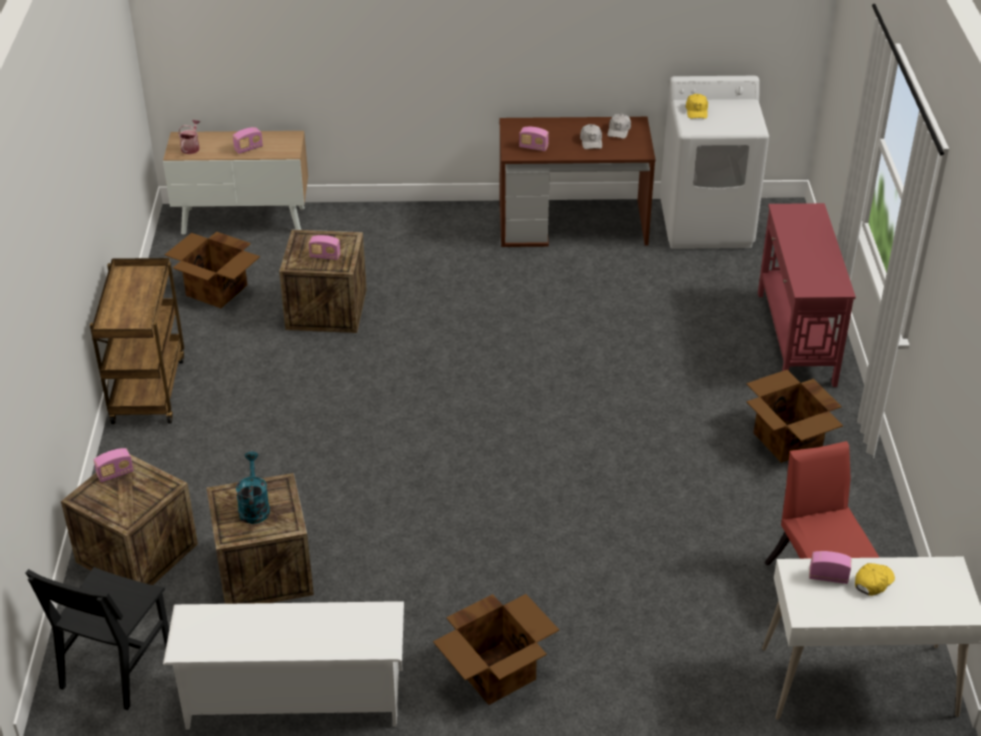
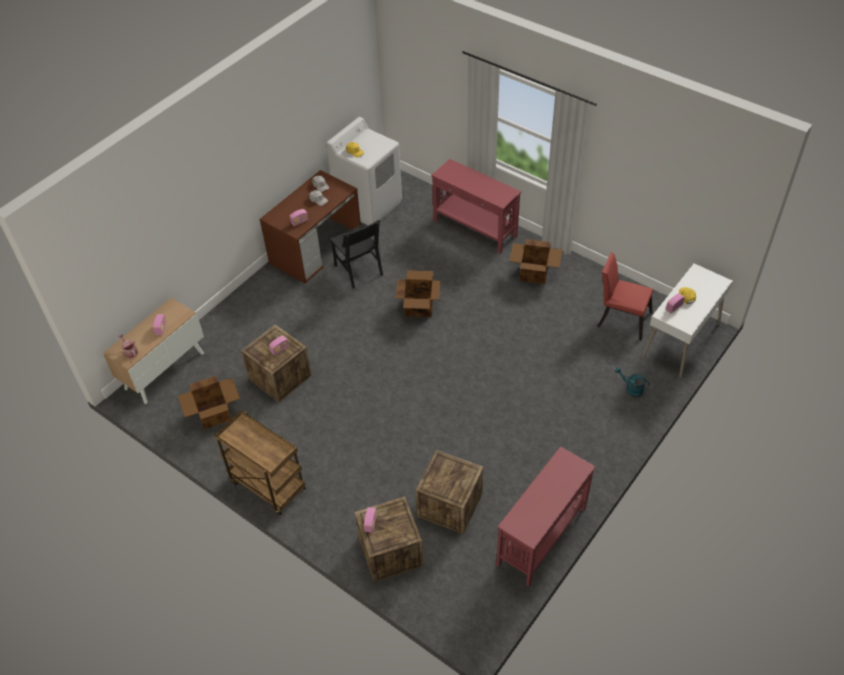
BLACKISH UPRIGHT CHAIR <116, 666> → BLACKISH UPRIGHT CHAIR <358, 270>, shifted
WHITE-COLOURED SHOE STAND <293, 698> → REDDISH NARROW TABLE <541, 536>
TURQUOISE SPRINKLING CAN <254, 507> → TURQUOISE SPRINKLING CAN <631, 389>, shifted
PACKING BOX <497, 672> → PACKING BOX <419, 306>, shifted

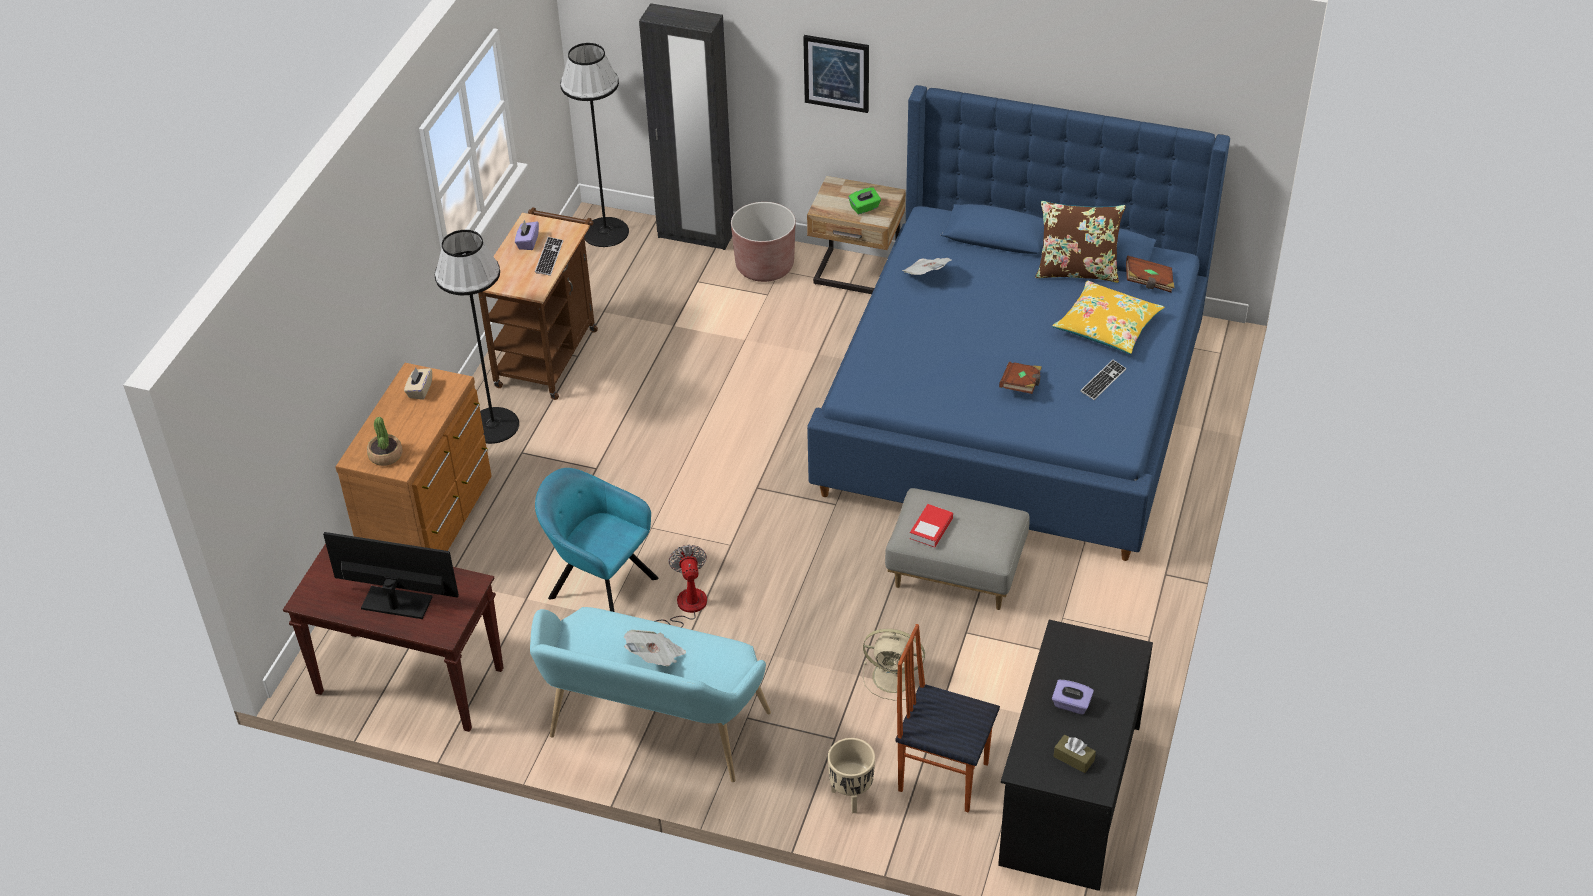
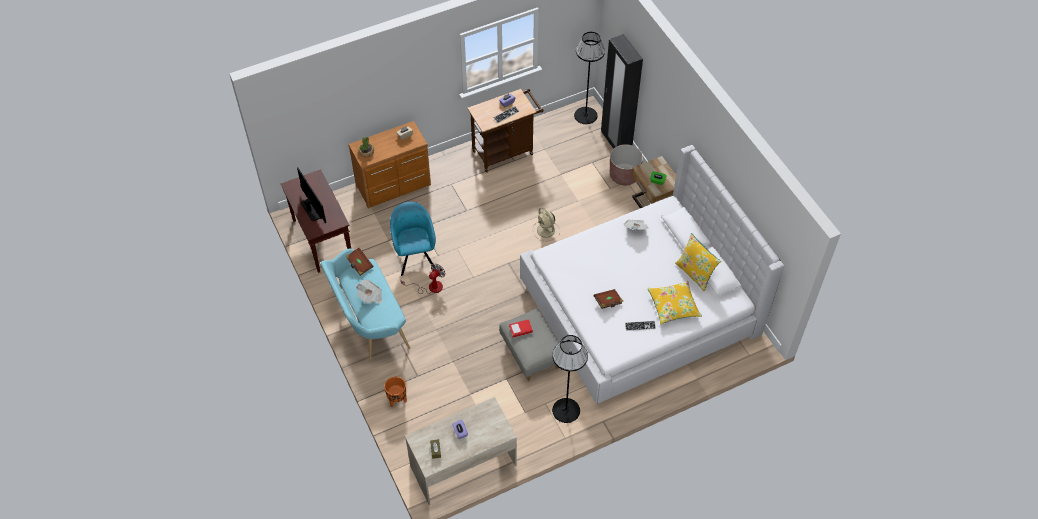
BLACKISH STANDARD LAMP <493, 425> → BLACKISH STANDARD LAMP <566, 410>, shifted
PICTURE <836, 73> → -
BLUISH BED <1015, 404> → WHITE-COLOURED BED <640, 309>
SAND-COLOURED PLANTER <851, 796> → ORANGEY PLANTER <397, 400>
SAND-COLOURED COOLING FAN <895, 677> → SAND-COLOURED COOLING FAN <546, 231>, shifted
UPRIGHT CHAIR <943, 775> → -
BLACKISH DESK UNIT <1068, 794> → SAND-COLOURED DESK UNIT <463, 465>
BROWN-COLOURED THROW PILLOW <1077, 271> → YELLOW-COLOURED THROW PILLOW <695, 273>
BROWN-COLOURED BOOK <1148, 282> → BROWN-COLOURED BOOK <359, 265>, shifted

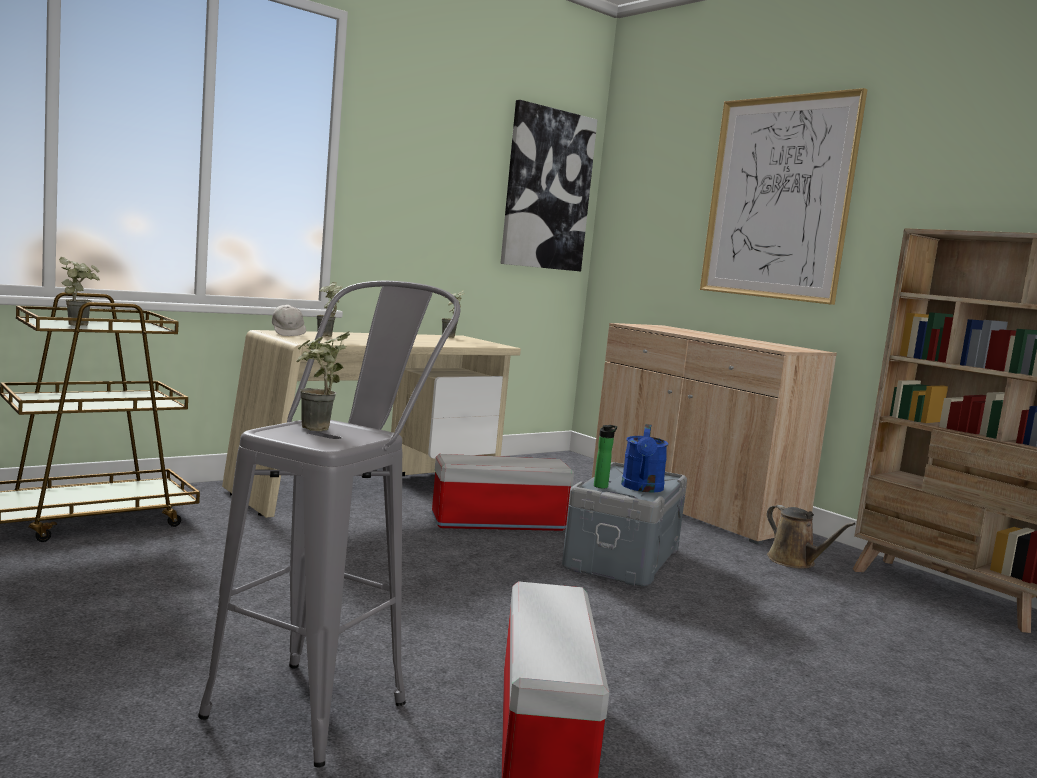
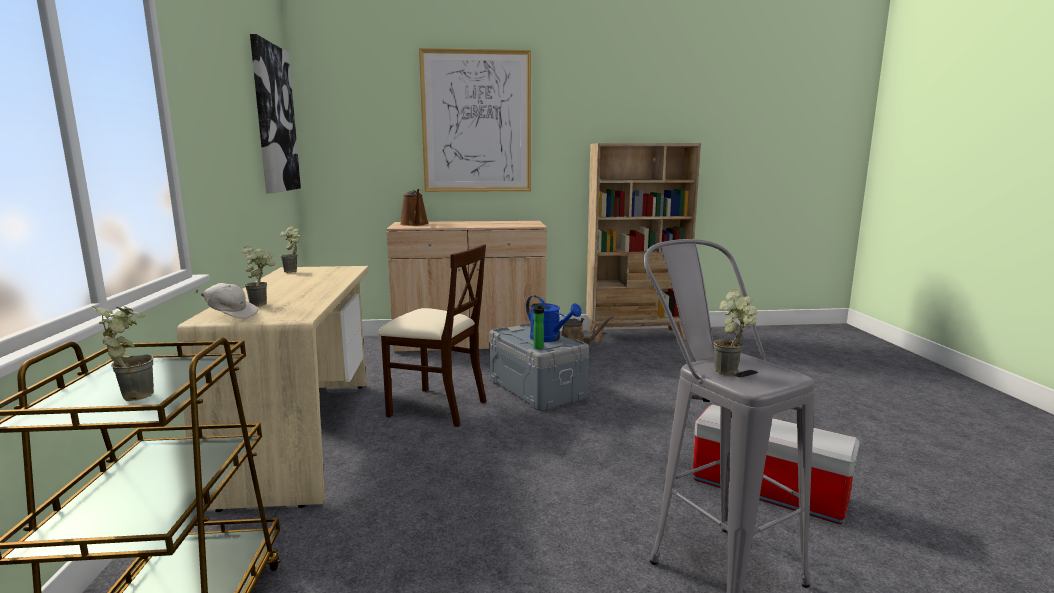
STORAGE BOX <497, 523> → SAND-COLOURED UPRIGHT CHAIR <437, 407>
- → BROWN-COLOURED SPRINKLING CAN <415, 224>

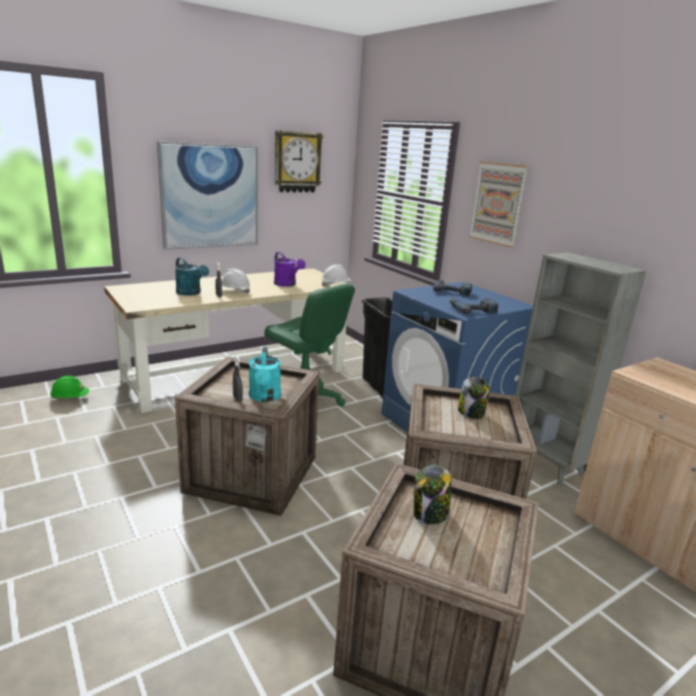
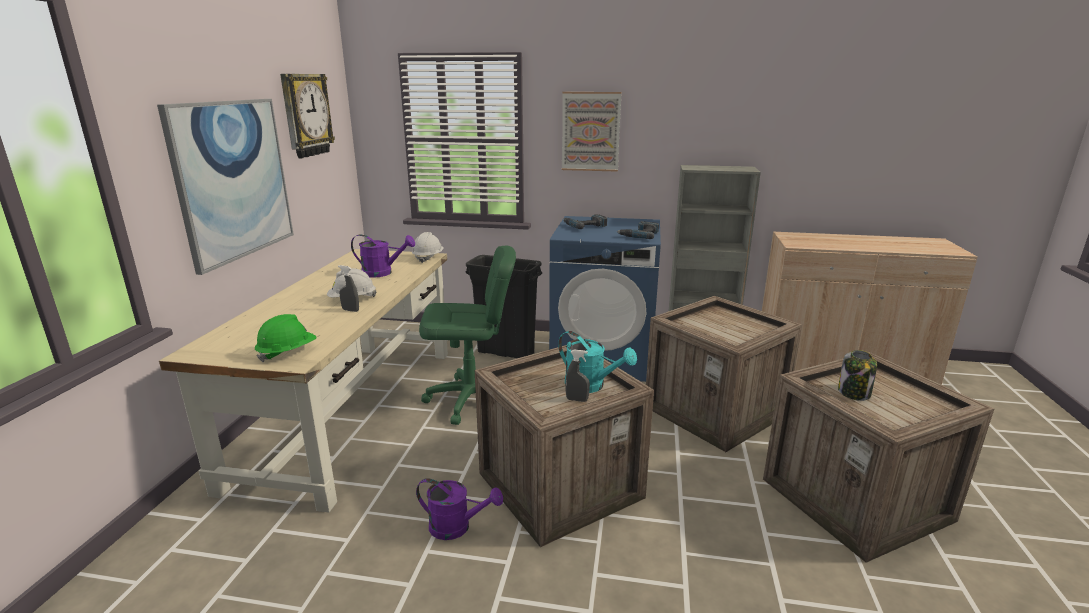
GREENISH WORK HELMET <70, 398> → GREENISH WORK HELMET <287, 352>, shifted
TURQUOISE SPRINKLING CAN <191, 293> → -
STORAGE JAR <471, 413> → -
- → PURPLE SPRINKLING CAN <457, 527>

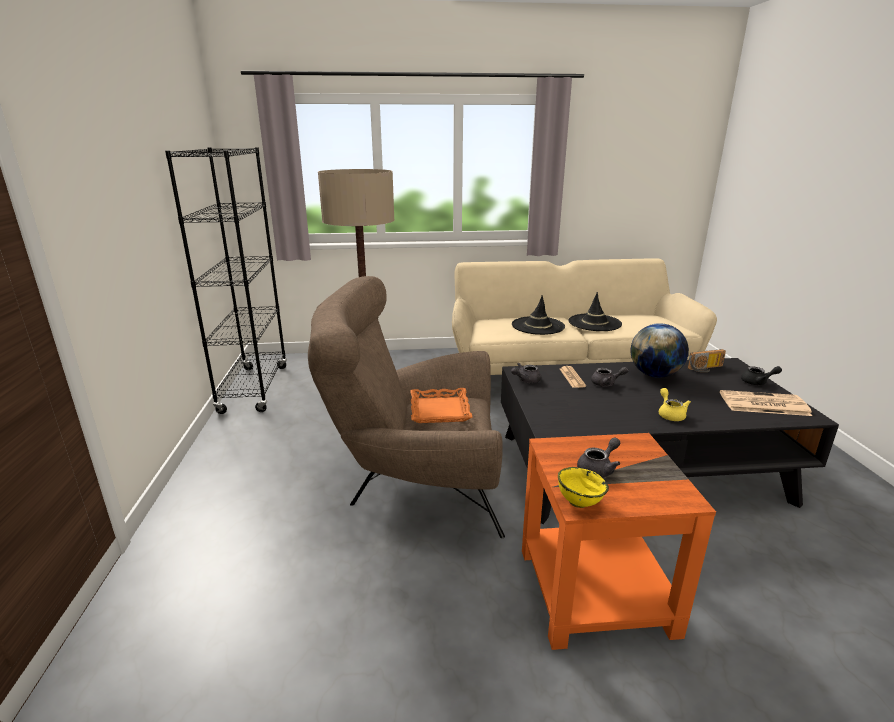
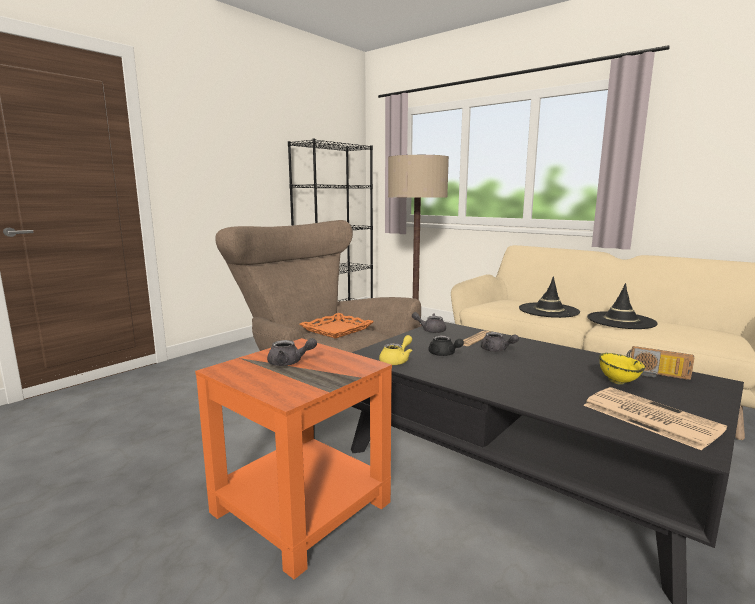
YELLOW-COLOURED SERVING BOWL <578, 502> → YELLOW-COLOURED SERVING BOWL <618, 382>, shifted
GLOBE <655, 375> → -
YELLOW-COLOURED POT FOR TEA <670, 414> → YELLOW-COLOURED POT FOR TEA <396, 361>, shifted
BLACKISH POT FOR TEA <757, 382> → BLACKISH POT FOR TEA <444, 354>, shifted

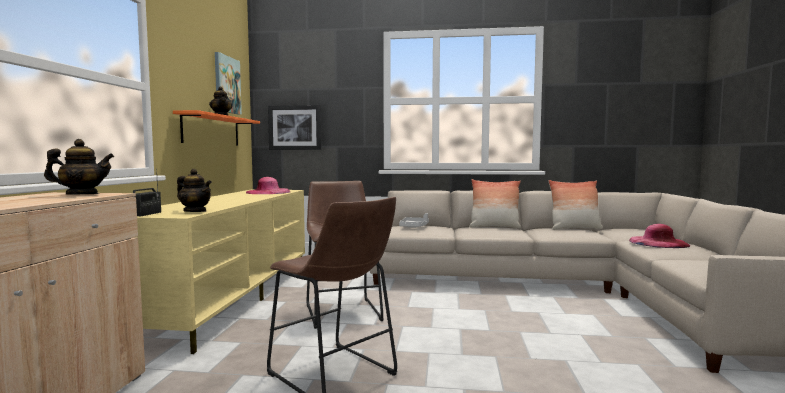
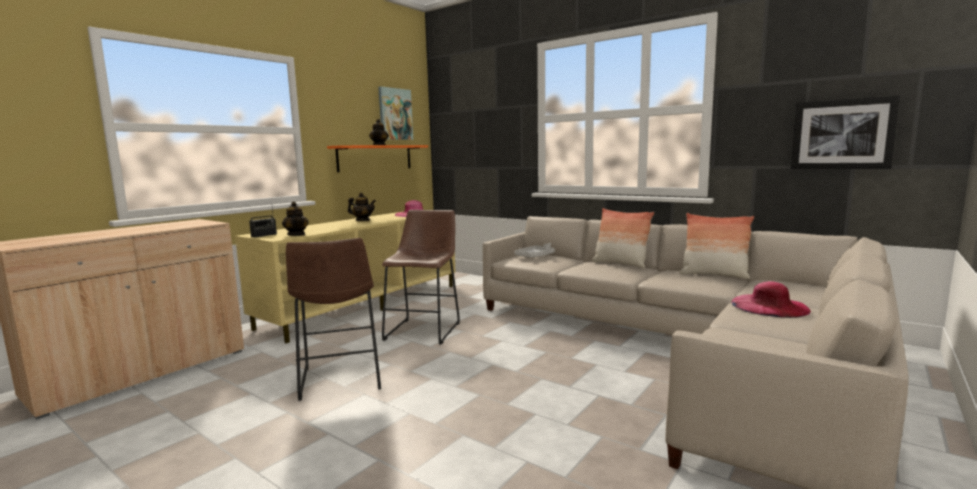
POT FOR TEA <82, 195> → POT FOR TEA <362, 220>, shifted
PICTURE <295, 127> → PICTURE <842, 134>, shifted

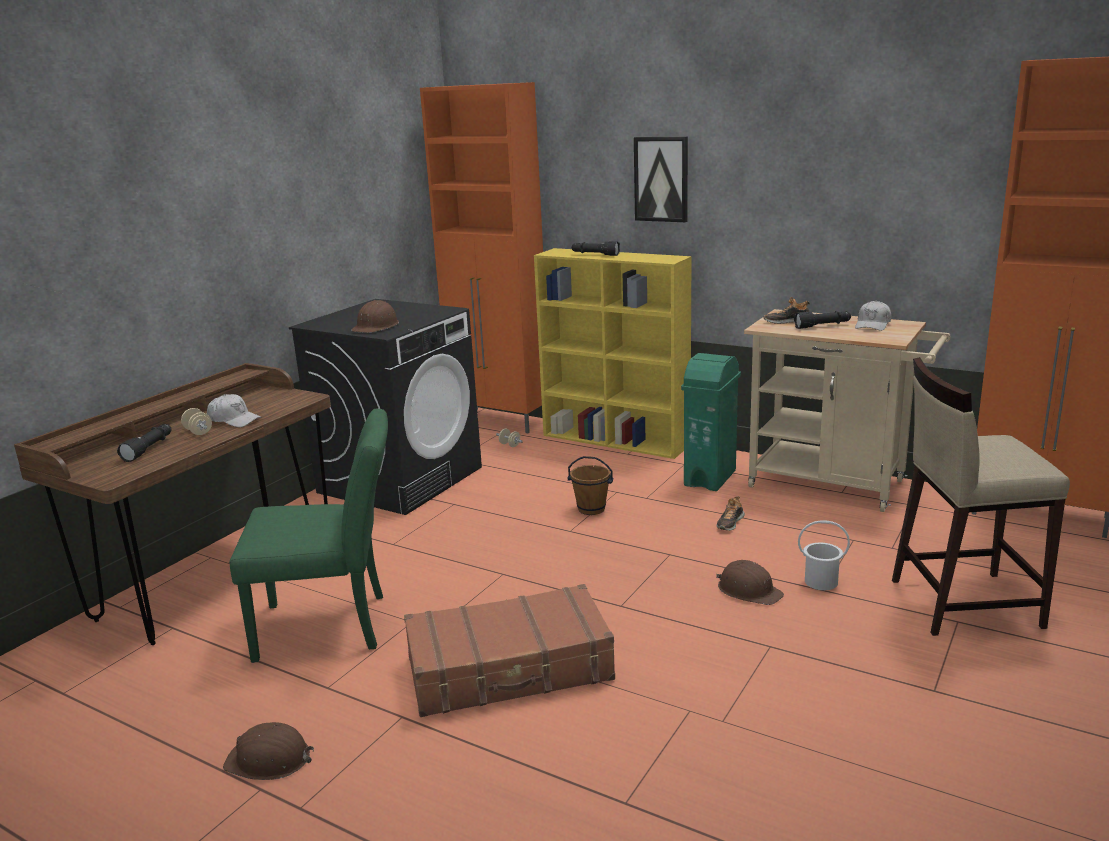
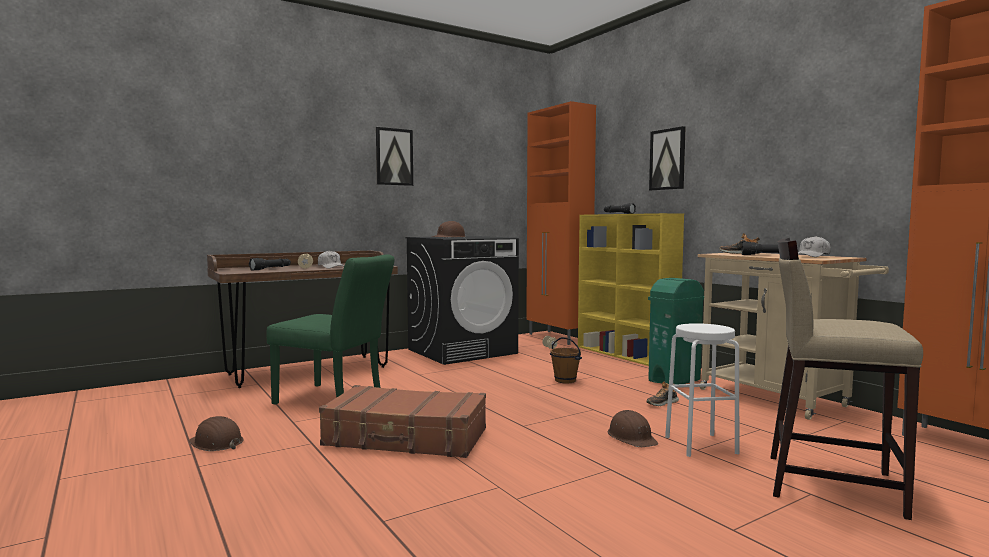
WHITE-COLOURED WATER BUCKET <820, 581> → WHITE-COLOURED STOOL SEAT <701, 445>
- → PICTURE <394, 157>

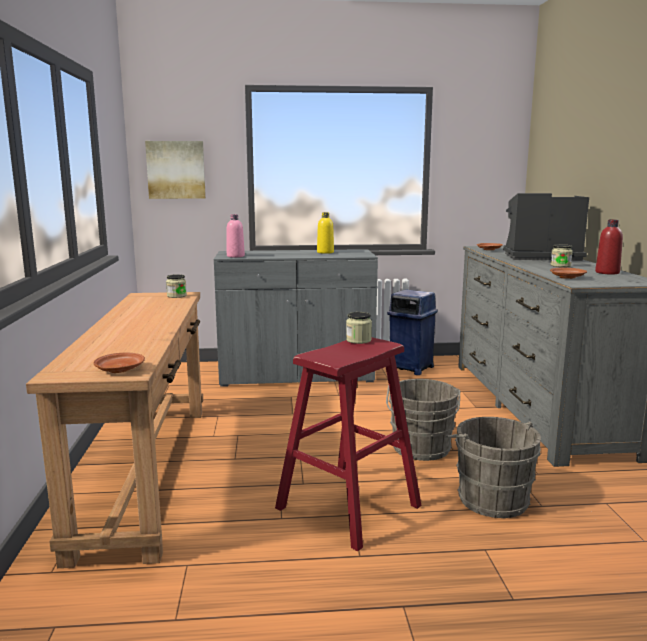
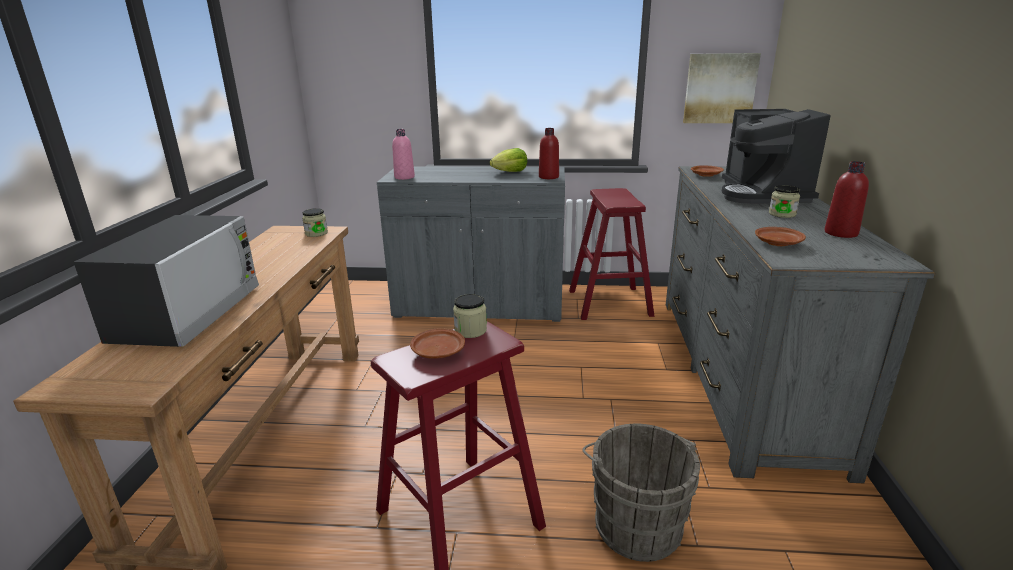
BROWN-COLOURED PLATE <119, 369> → BROWN-COLOURED PLATE <438, 351>, shifted
PICTURE <176, 170> → PICTURE <719, 88>, shifted
YELLOW-COLOURED DRINK BOTTLE <325, 252> → HEAD OF LETTUCE <510, 172>
GRAY WATER BUCKET <420, 449> → -
BLUISH WASTE BIN <410, 368> → REDDISH STOOL SEAT <609, 303>
COFFEE MACHINE <539, 257> → COFFEE MACHINE <762, 194>, 105 degrees counterclockwise
- → MICROWAVE OVEN <189, 314>
- → REDDISH DRINK BOTTLE <548, 177>

